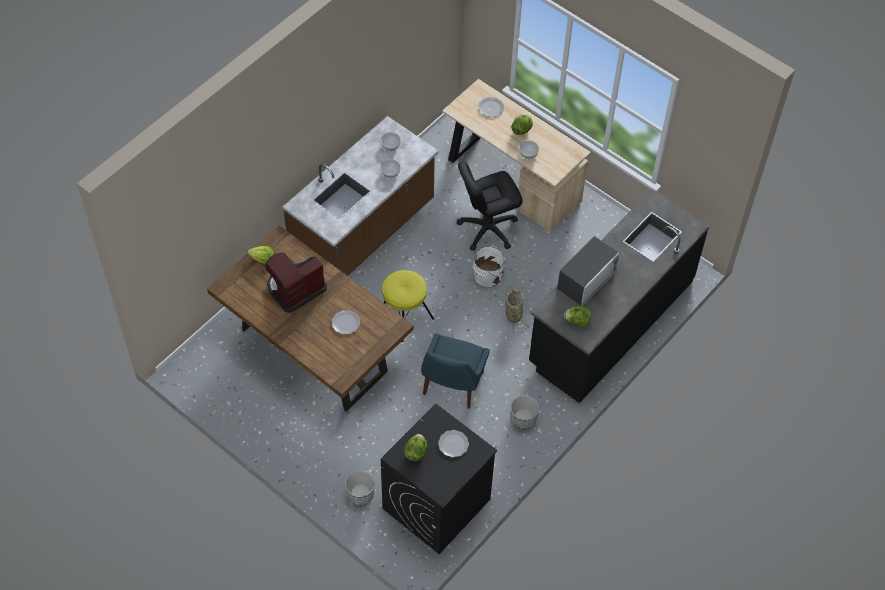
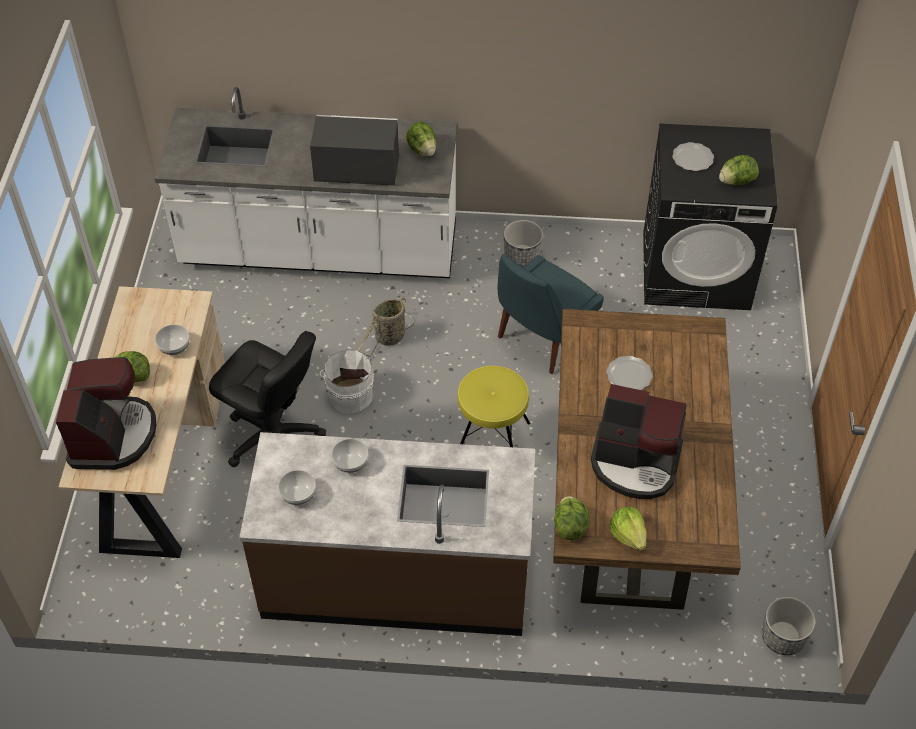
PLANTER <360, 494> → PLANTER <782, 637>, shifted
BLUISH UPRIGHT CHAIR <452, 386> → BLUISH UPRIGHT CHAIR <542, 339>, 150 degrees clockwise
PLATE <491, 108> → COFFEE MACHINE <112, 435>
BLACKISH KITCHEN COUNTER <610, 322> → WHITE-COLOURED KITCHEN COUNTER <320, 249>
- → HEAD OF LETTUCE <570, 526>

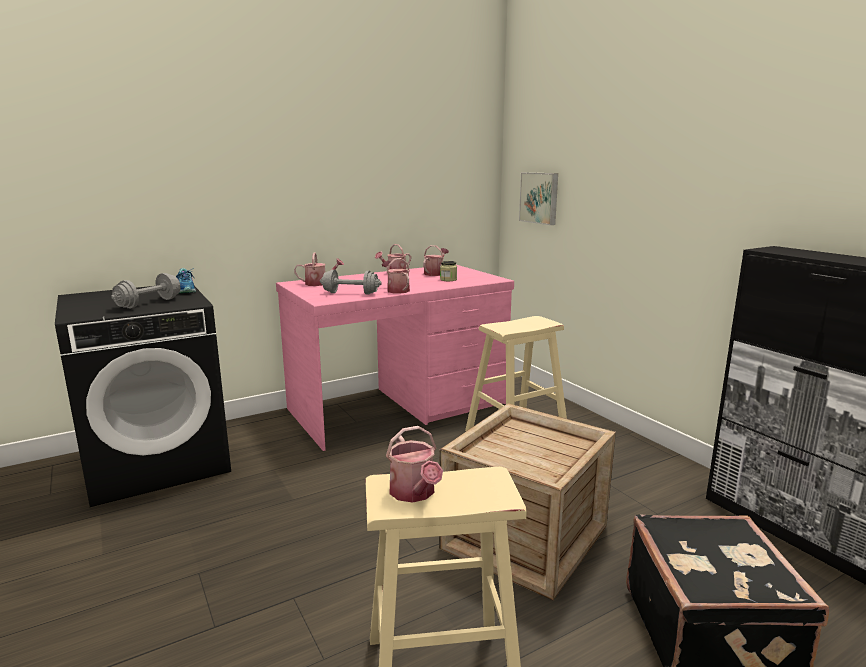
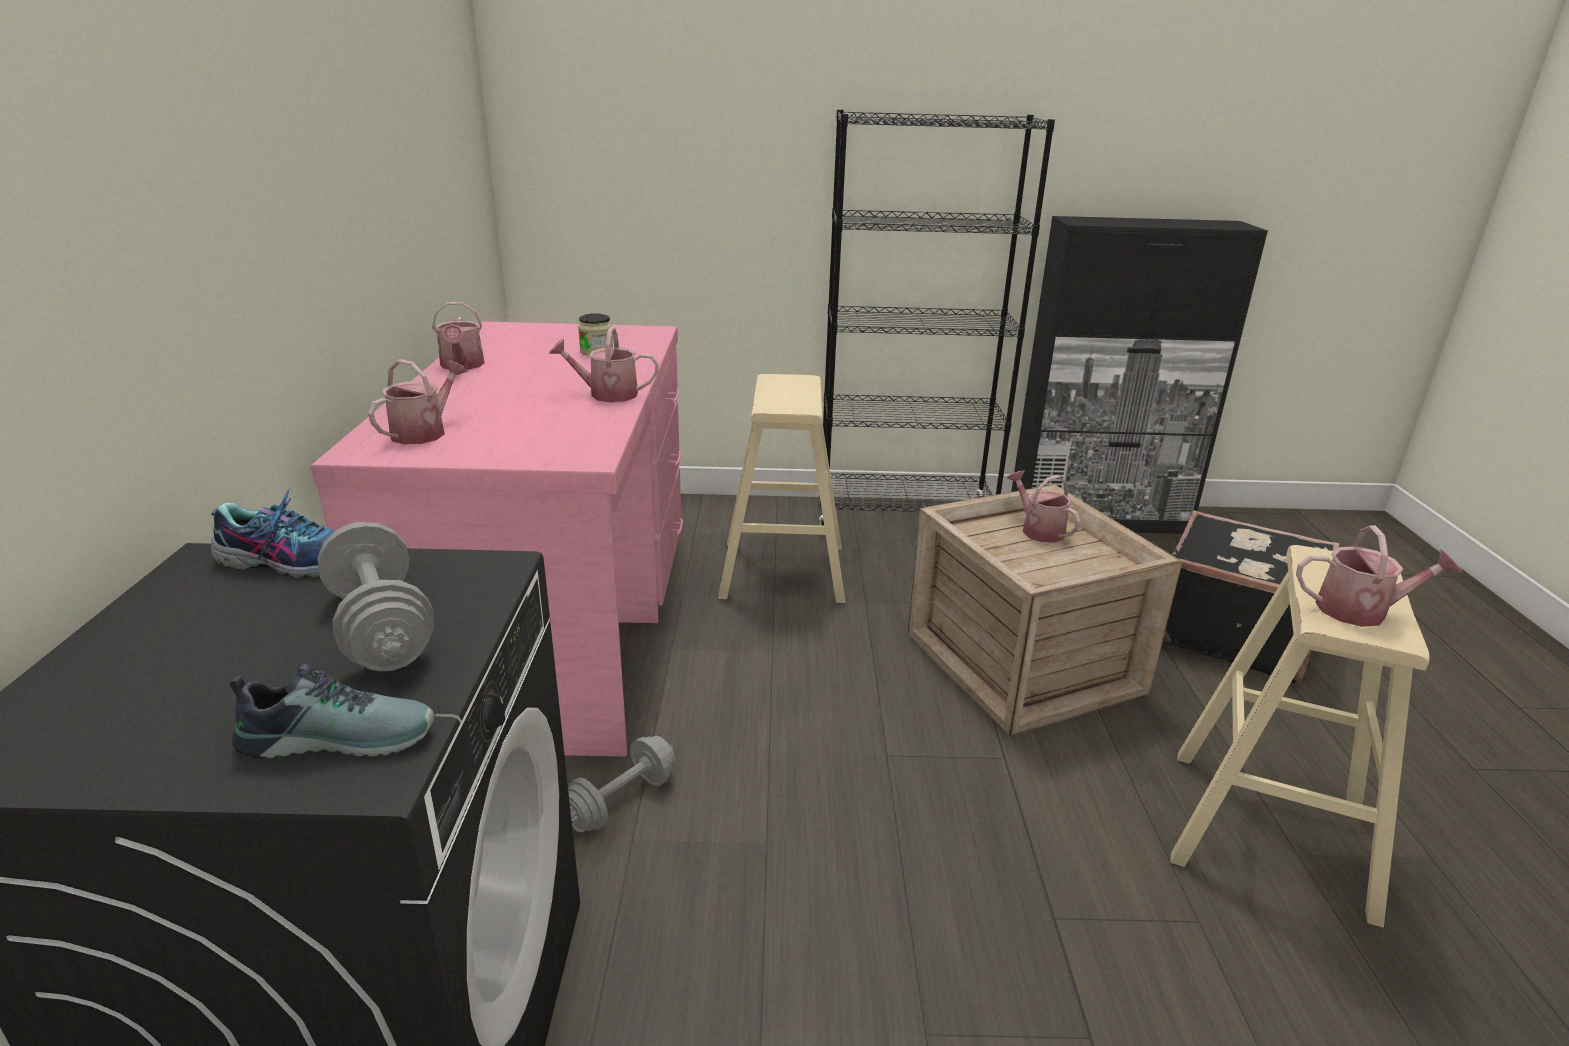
GRAY HAND WEIGHT <350, 293> → GRAY HAND WEIGHT <621, 801>, shifted
SPRINKLING CAN <435, 273> → SPRINKLING CAN <1038, 530>, shifted
PICTURE <540, 198> → -
- → SHOE <340, 735>
- → BLACKISH BOOKCASE <904, 519>

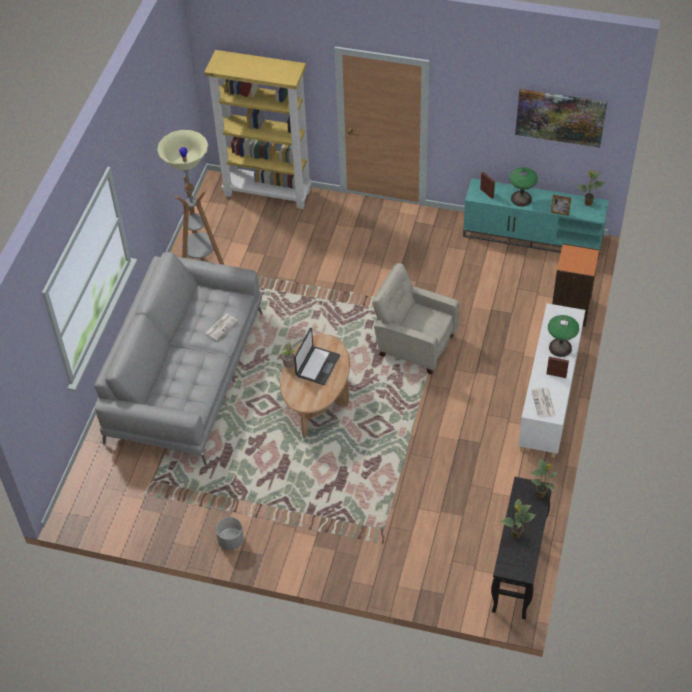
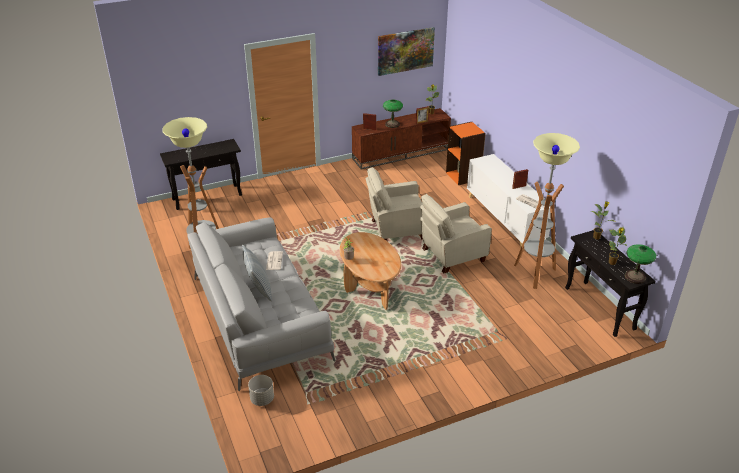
YELLOW-COLOURED BOOKCASE <268, 192> → BLACKISH NARROW TABLE <207, 197>
GRAY PLANTER <230, 541> → GRAY PLANTER <262, 399>, shifted
PORTABLE COMPUTER <317, 366> → -
TURQUOISE TV UNIT <533, 236> → BROWN-COLOURED TV UNIT <401, 154>
LAMP FOR A TABLE <560, 348> → LAMP FOR A TABLE <635, 277>, shifted
- → THROW PILLOW <259, 289>
- → SAND-COLOURED LOUNGE CHAIR <451, 255>
- → STANDARD LAMP <535, 274>

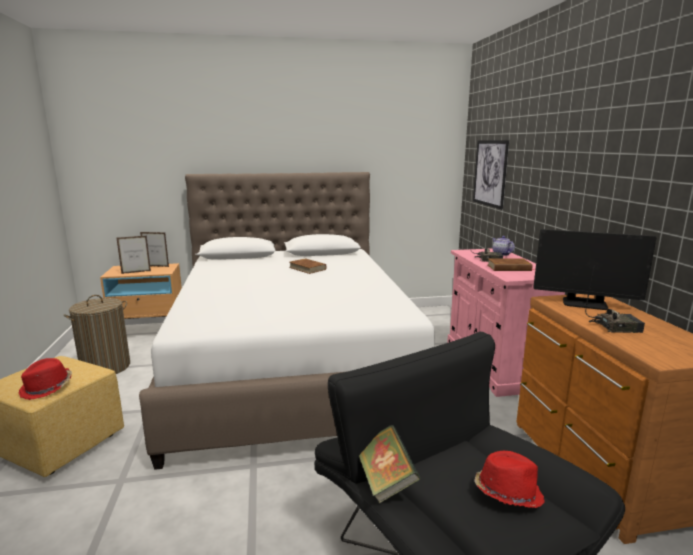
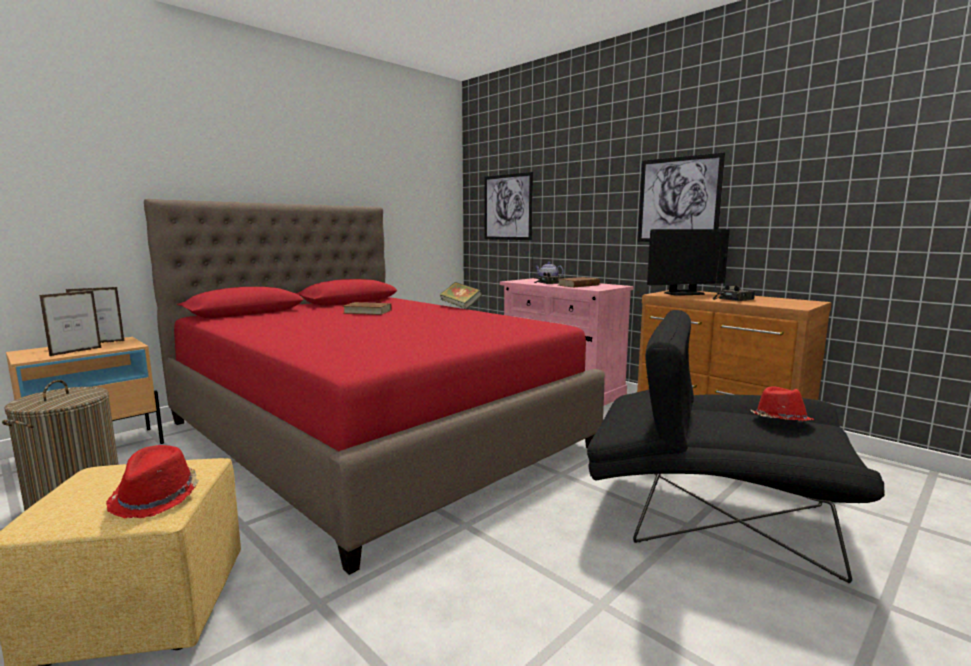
WHITE-COLOURED BED <292, 366> → REDDISH BED <373, 434>
BOOK <385, 480> → BOOK <460, 306>, shifted
- → PICTURE <678, 200>

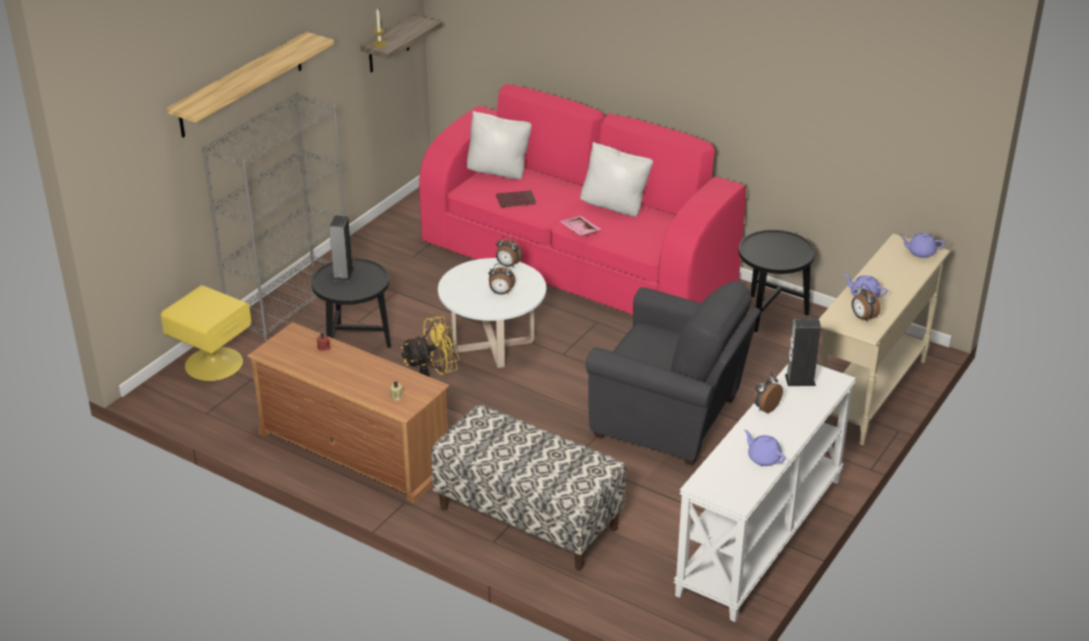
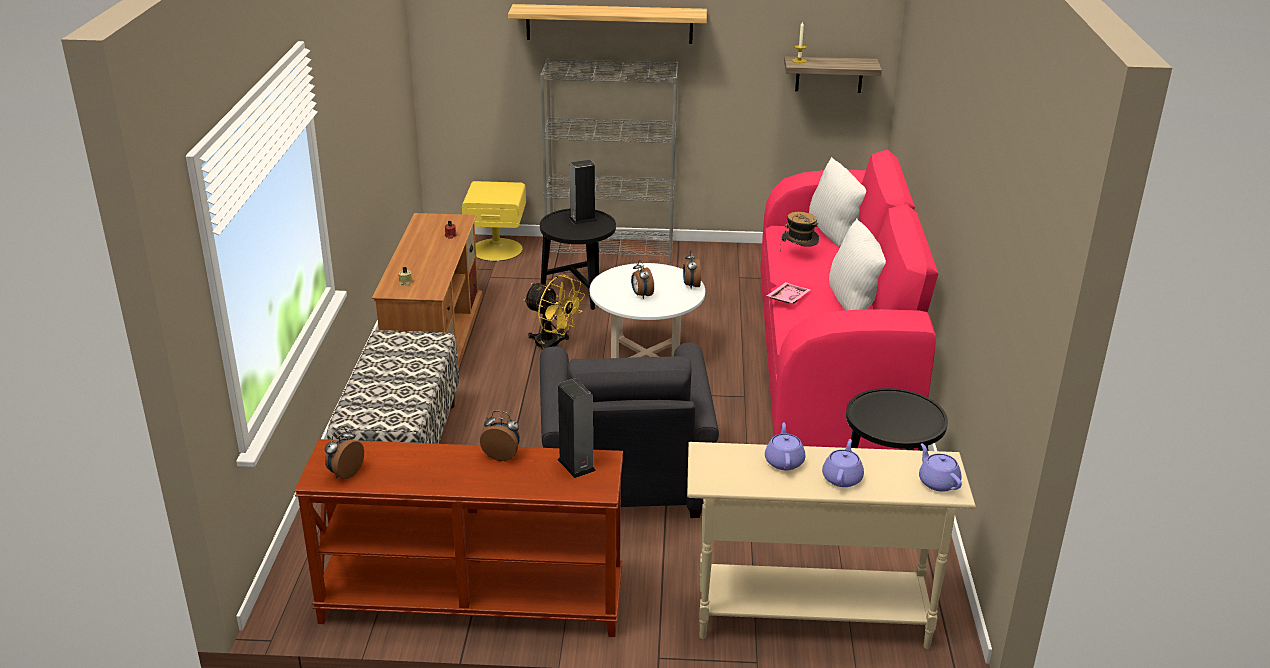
REDDISH BOOK <516, 201> → HAT <798, 255>
WHITE-COLOURED NARROW TABLE <761, 537> → BROWN-COLOURED NARROW TABLE <471, 604>
PURPLE POT FOR TEA <763, 458> → PURPLE POT FOR TEA <842, 478>, shifted
ALARM CLOCK <862, 318> → ALARM CLOCK <345, 473>, shifted

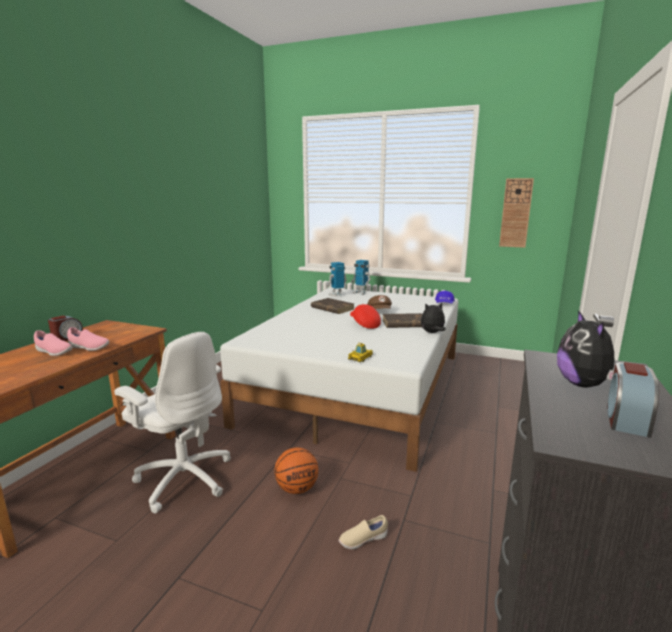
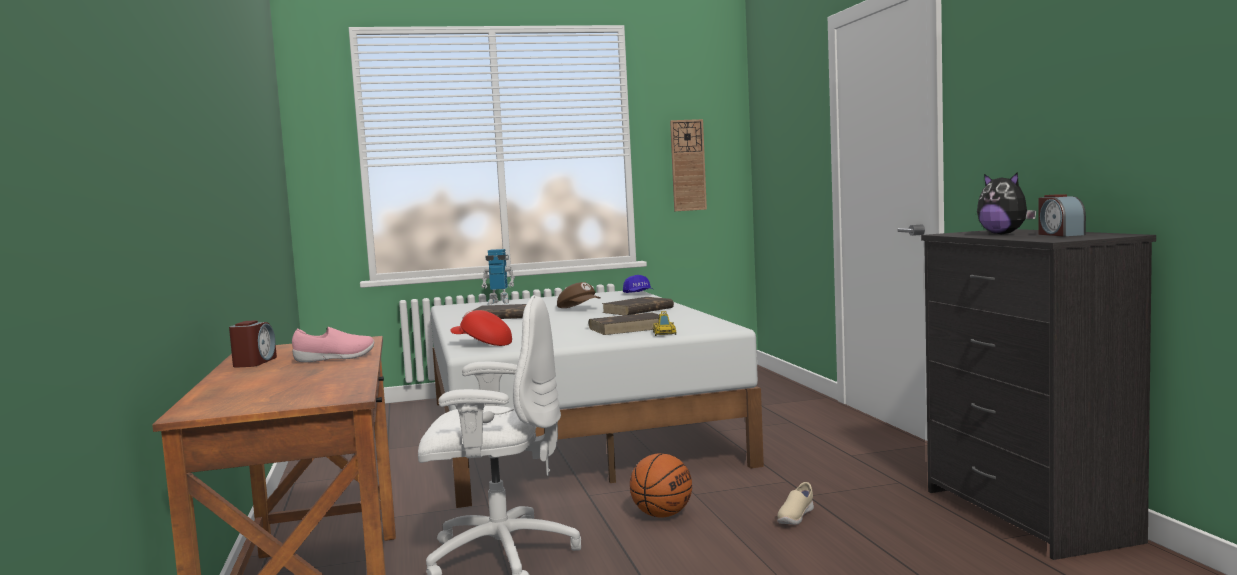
PINKISH SHOE <53, 352> → -
MODEL ROBOT <336, 295> → -
REDDISH CAP <364, 324> → REDDISH CAP <482, 344>, shifted
SOFT TOY <432, 333> → -
- → BROWN-COLOURED BOOK <629, 328>

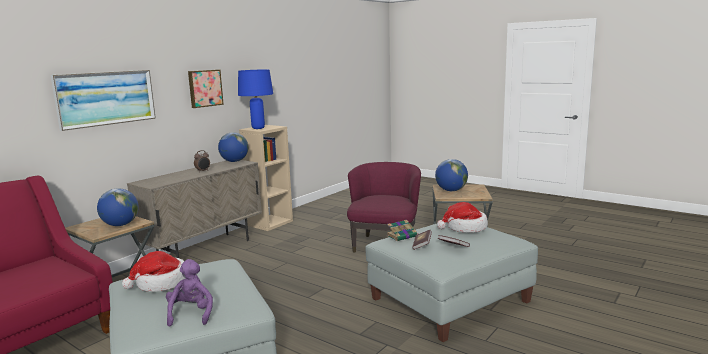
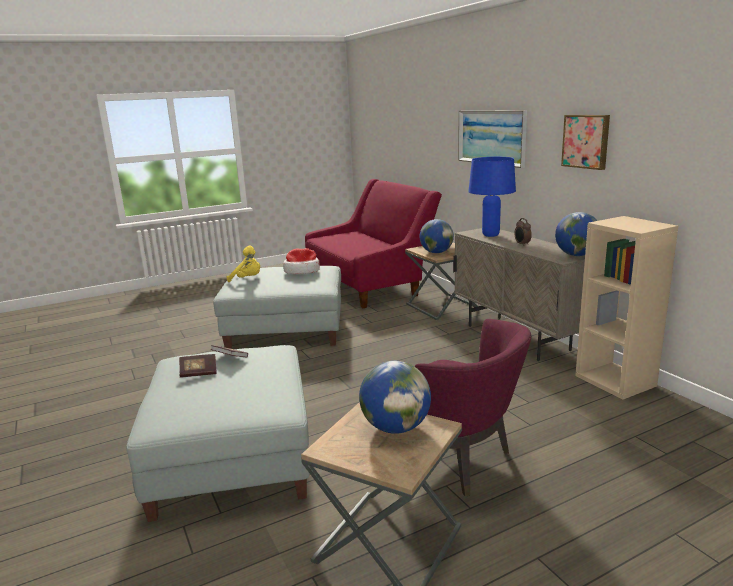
PURPLE SOFT TOY <191, 314> → YELLOW-COLOURED SOFT TOY <247, 279>
BLUISH LAMP FOR A TABLE <258, 128> → BLUISH LAMP FOR A TABLE <490, 235>, shifted
BOOK <402, 236> → -
HAT <464, 228> → -

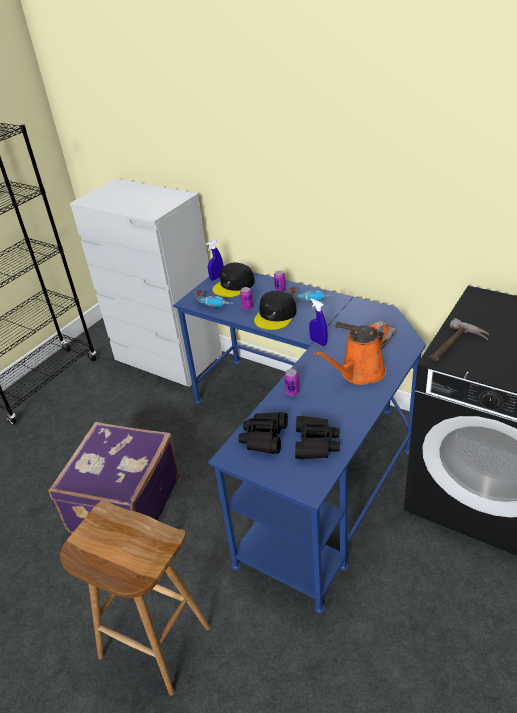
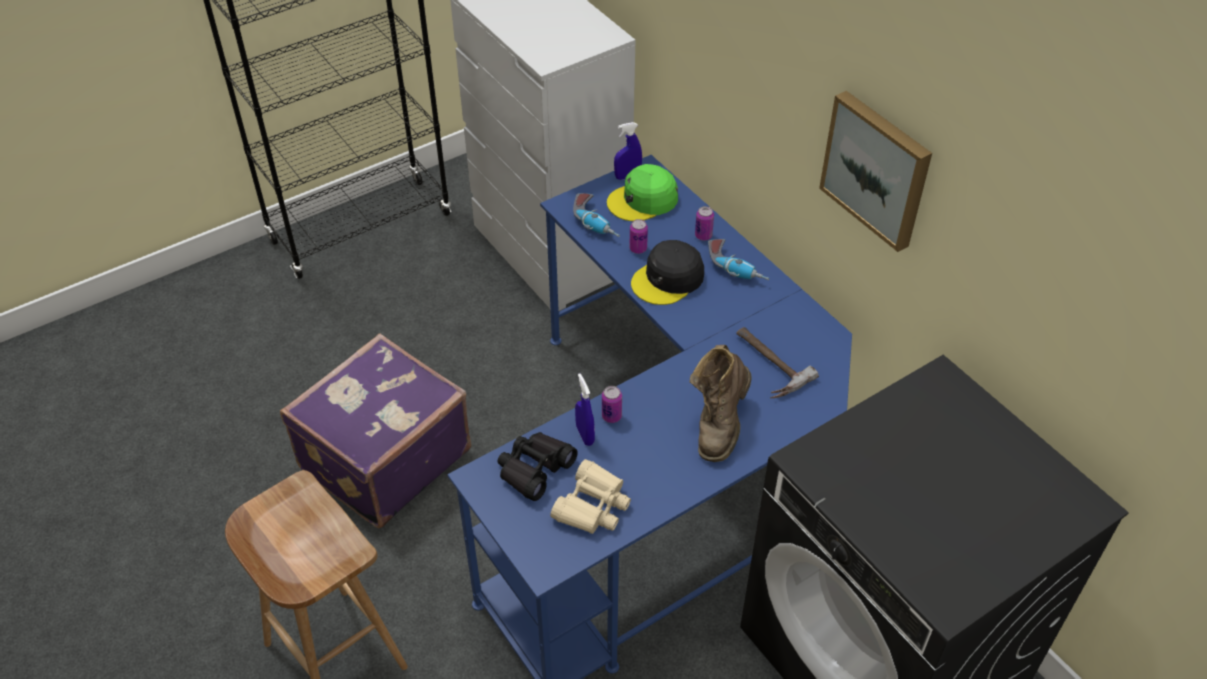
BLACKISH CAP <234, 285> → GREENISH CAP <643, 201>
BLACKISH BINOCULARS <315, 443> → SAND-COLOURED BINOCULARS <592, 506>
BLUISH SPRAYER <318, 342> → BLUISH SPRAYER <585, 435>, shifted
ORANGEY SPRINKLING CAN <359, 373> → BROWN-COLOURED HIGH-TOP BOOT <719, 425>
HAND HAMMER <456, 346> → -
- → PICTURE <877, 169>

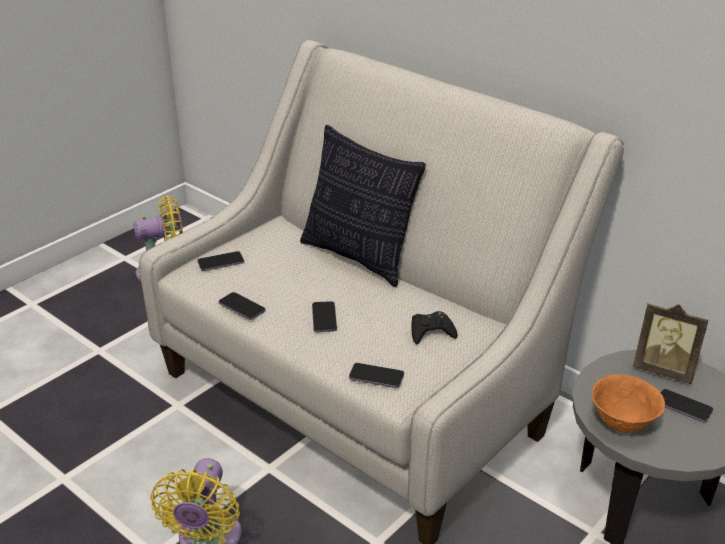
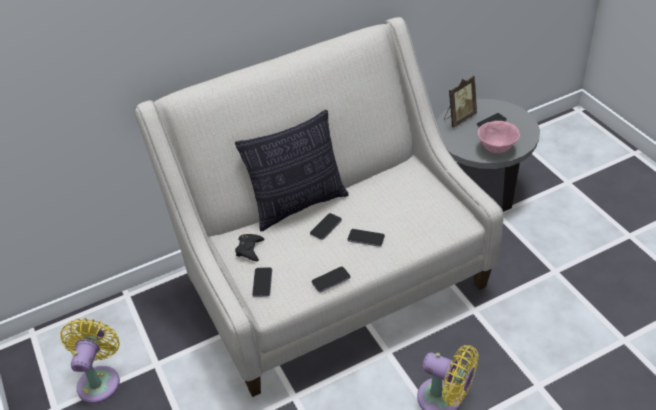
HANDSET <376, 377> → HANDSET <326, 227>, shifted
BLACKISH GAMEPAD <431, 332> → BLACKISH GAMEPAD <249, 249>, shifted
ORANGEY SERVING BOWL <622, 424> → PINKISH SERVING BOWL <497, 148>

